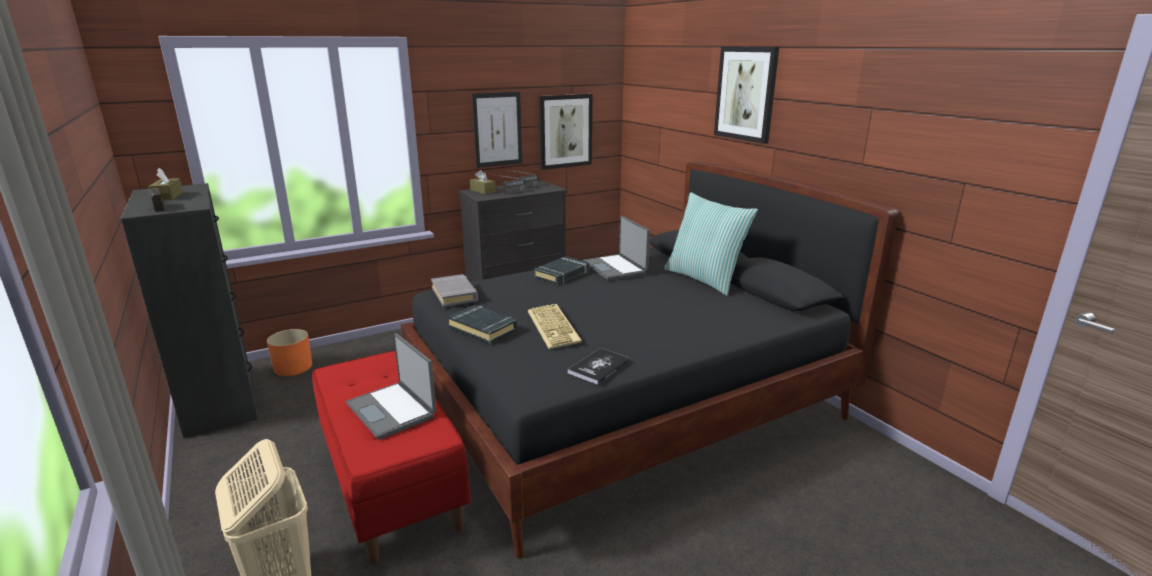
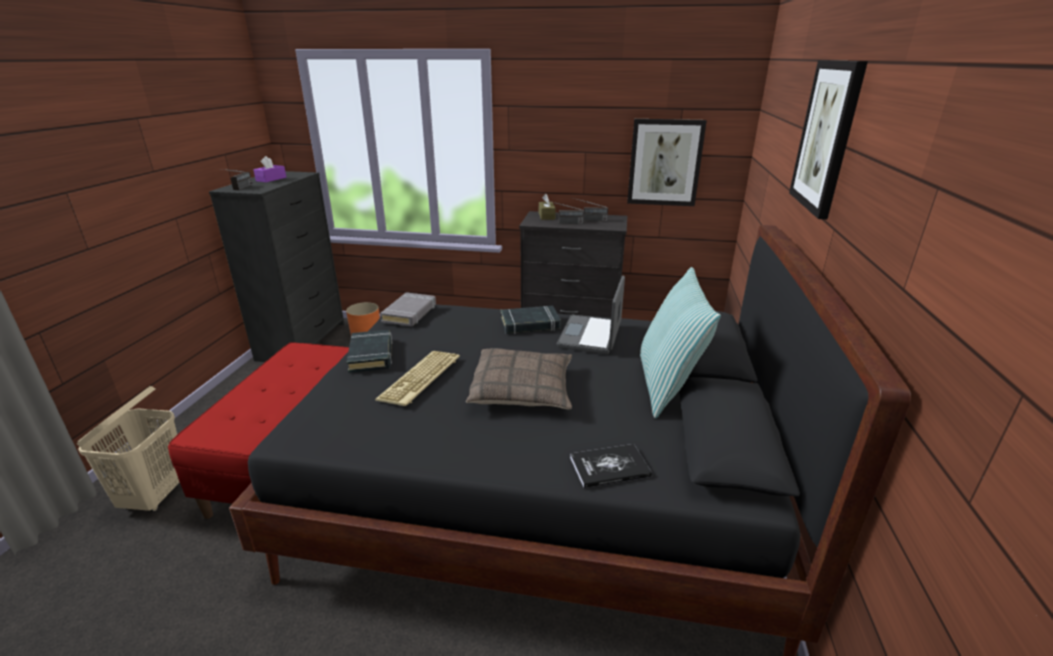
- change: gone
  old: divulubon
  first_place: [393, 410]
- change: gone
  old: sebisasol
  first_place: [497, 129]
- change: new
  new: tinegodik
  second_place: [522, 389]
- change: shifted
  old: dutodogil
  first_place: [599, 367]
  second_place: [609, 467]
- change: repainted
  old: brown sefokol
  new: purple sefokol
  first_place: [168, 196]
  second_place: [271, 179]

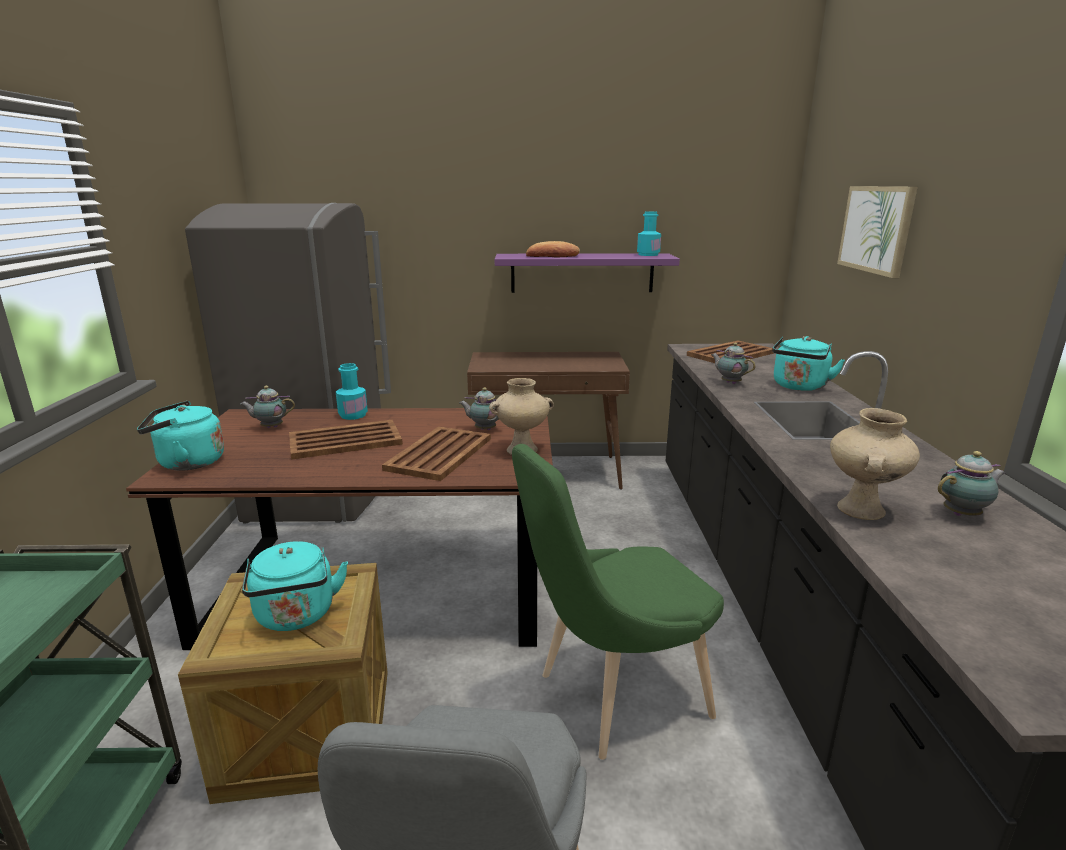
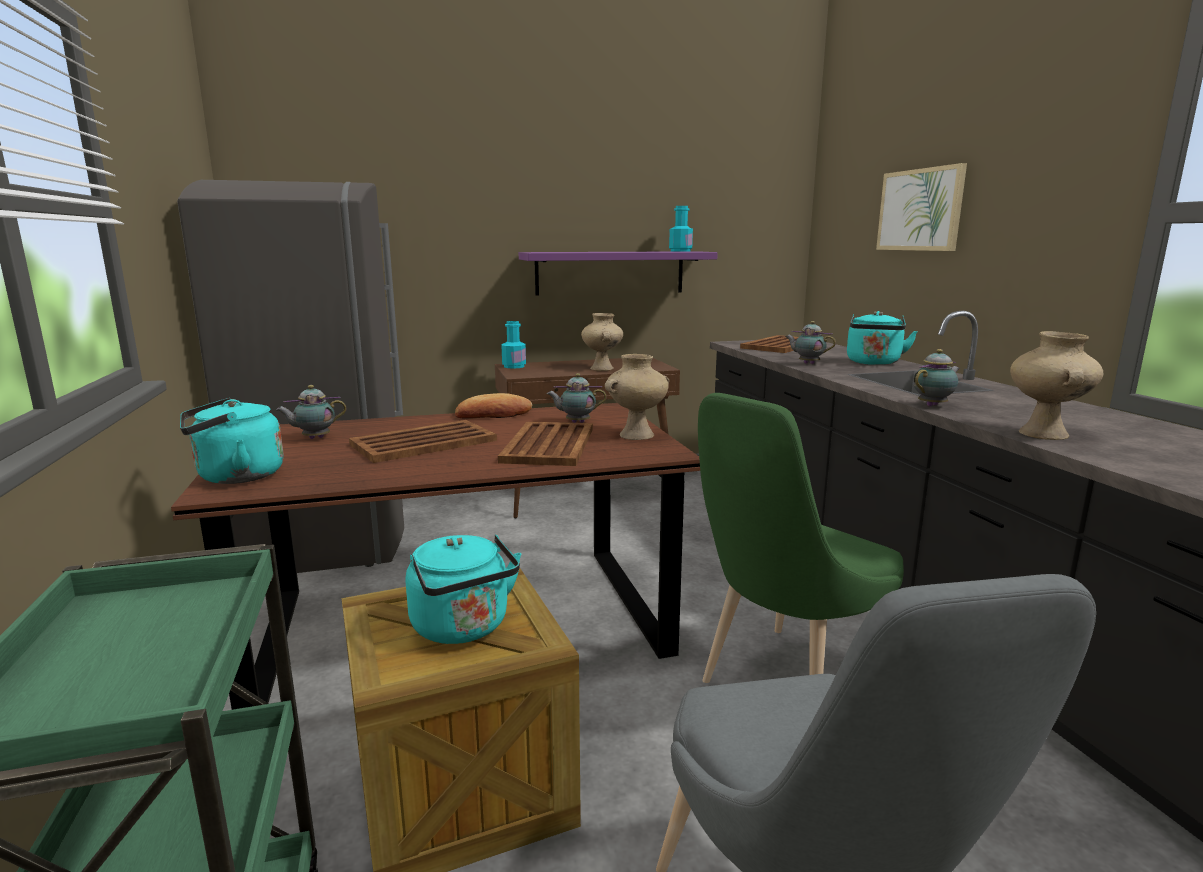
- change: new
  new: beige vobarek
  second_place: [602, 369]
- change: shifted
  old: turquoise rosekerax
  first_place: [353, 415]
  second_place: [514, 366]
- change: shifted
  old: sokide
  first_place: [552, 256]
  second_place: [493, 414]
- change: shifted
  old: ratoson
  first_place: [963, 514]
  second_place: [934, 405]

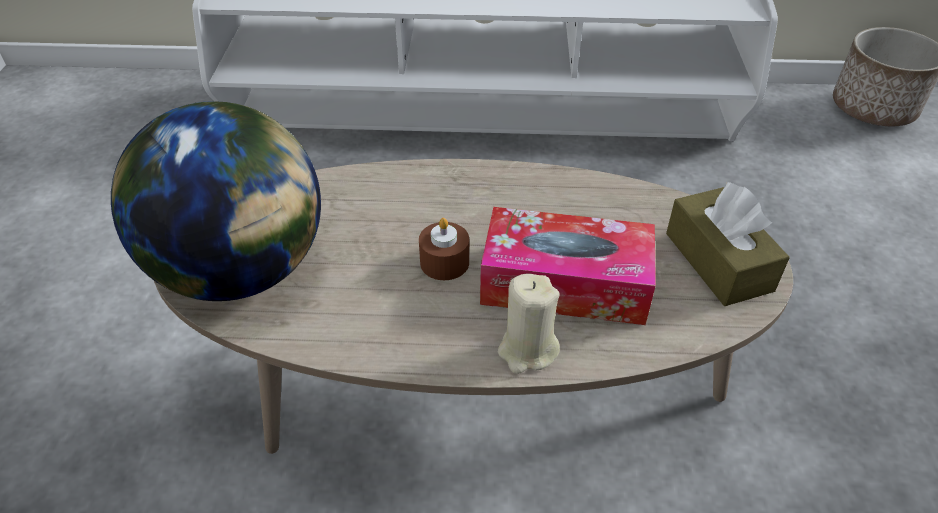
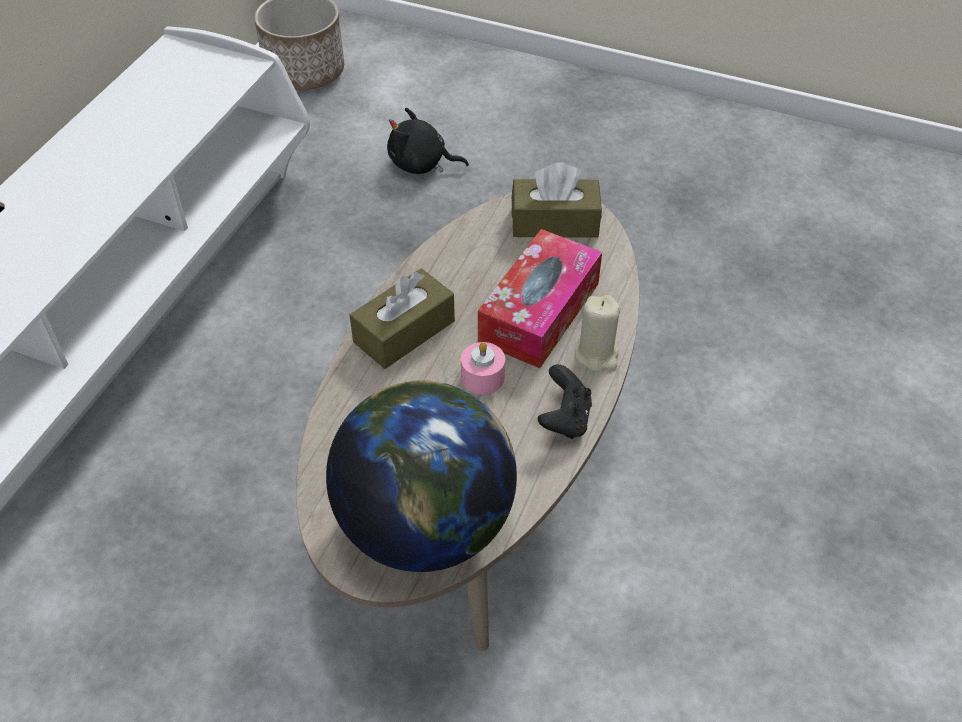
- change: new
  new: brown sefokol
  second_place: [404, 331]
- change: new
  new: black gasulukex
  second_place: [421, 164]
- change: new
  new: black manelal
  second_place: [565, 419]
- change: repainted
  old: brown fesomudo
  new: pink fesomudo
  first_place: [444, 262]
  second_place: [482, 377]

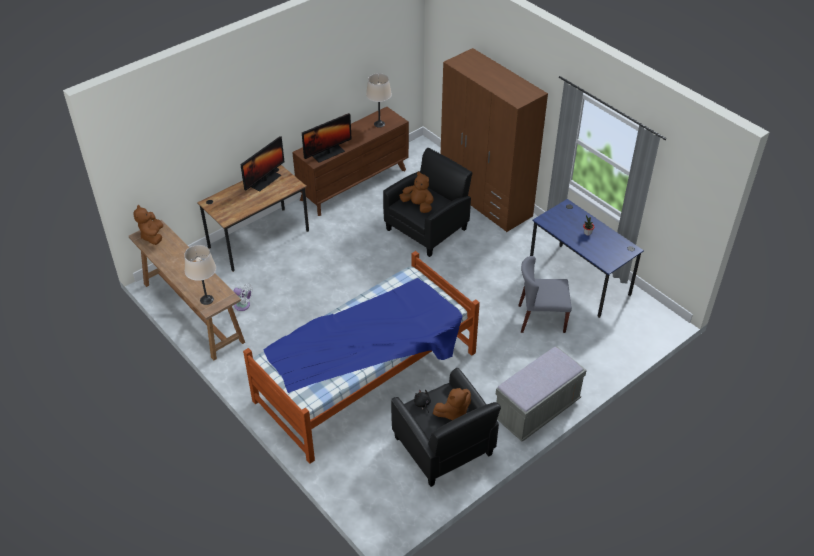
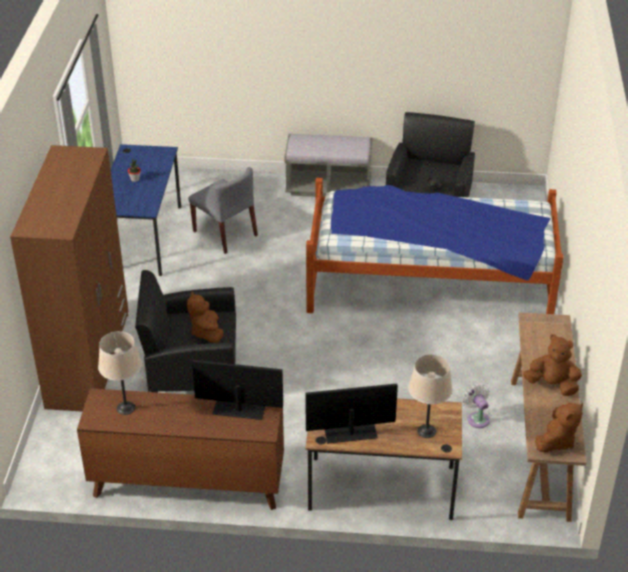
- change: shifted
  old: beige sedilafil
  first_place: [206, 300]
  second_place: [426, 431]
- change: shifted
  old: brown gasulukex
  first_place: [453, 412]
  second_place: [552, 385]

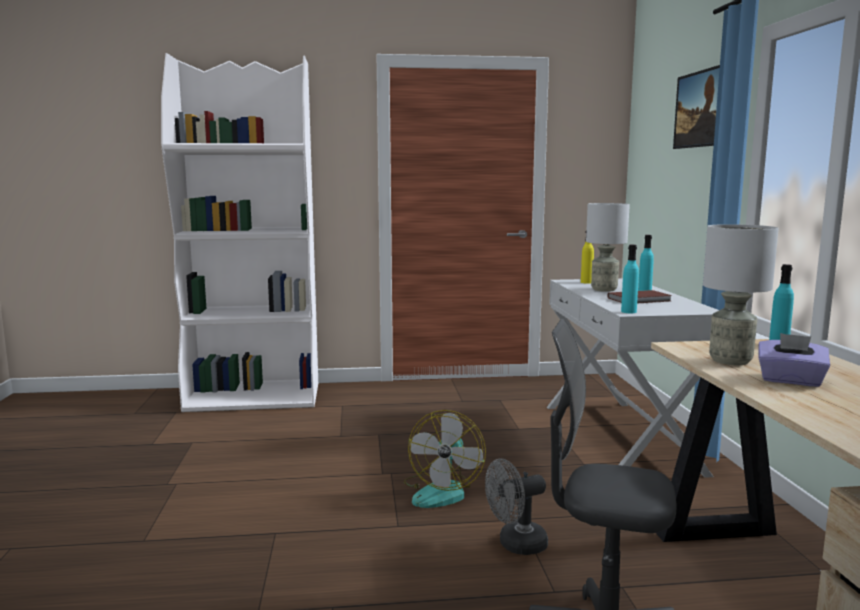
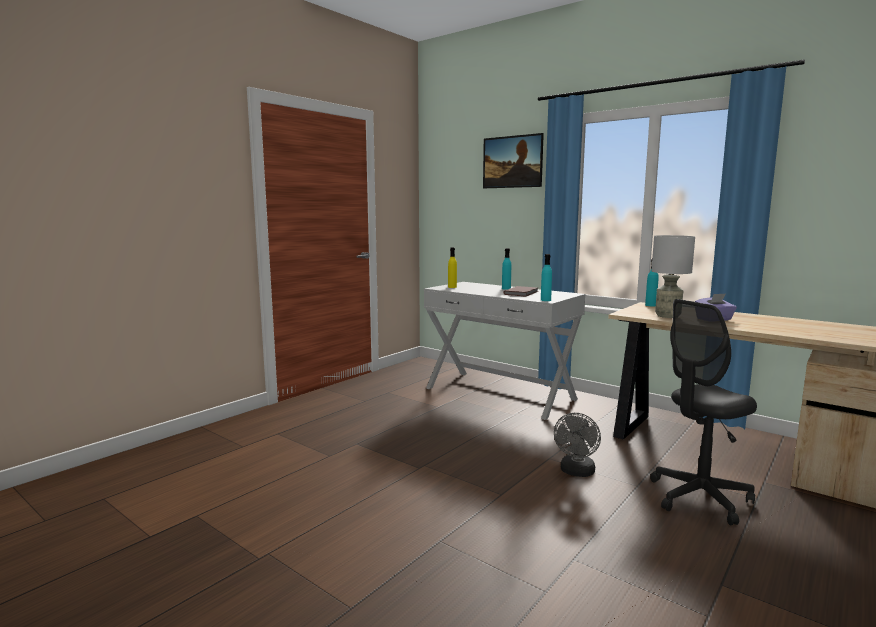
- change: gone
  old: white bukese
  first_place: [255, 397]
- change: gone
  old: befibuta
  first_place: [442, 491]
- change: gone
  old: grey sedilafil
  first_place: [604, 290]

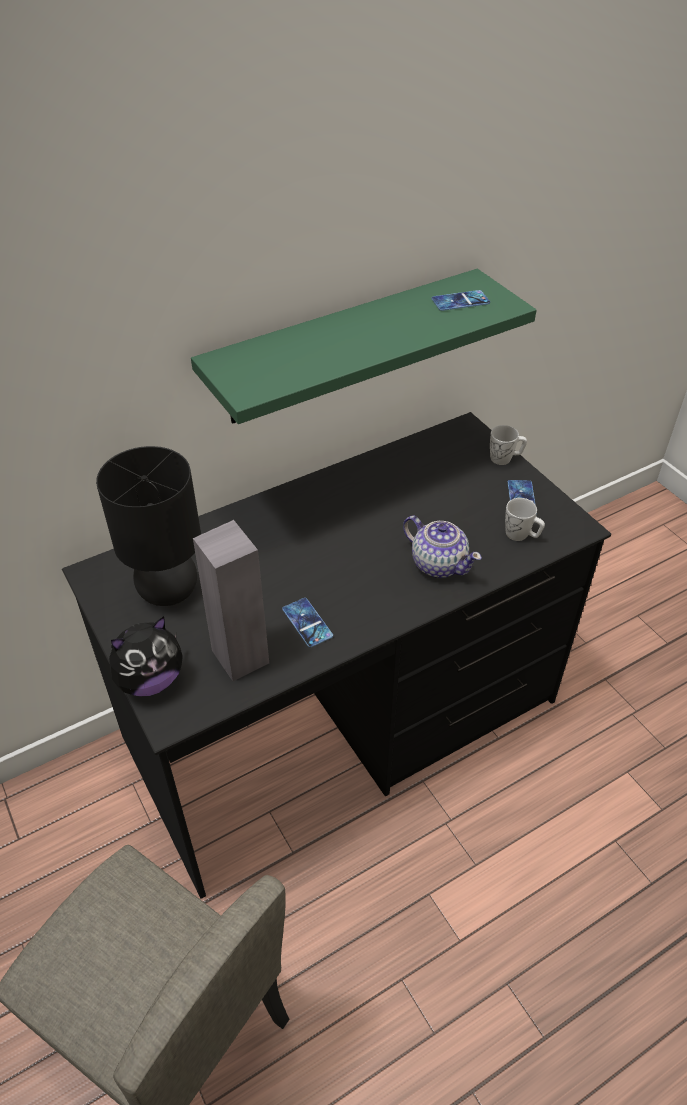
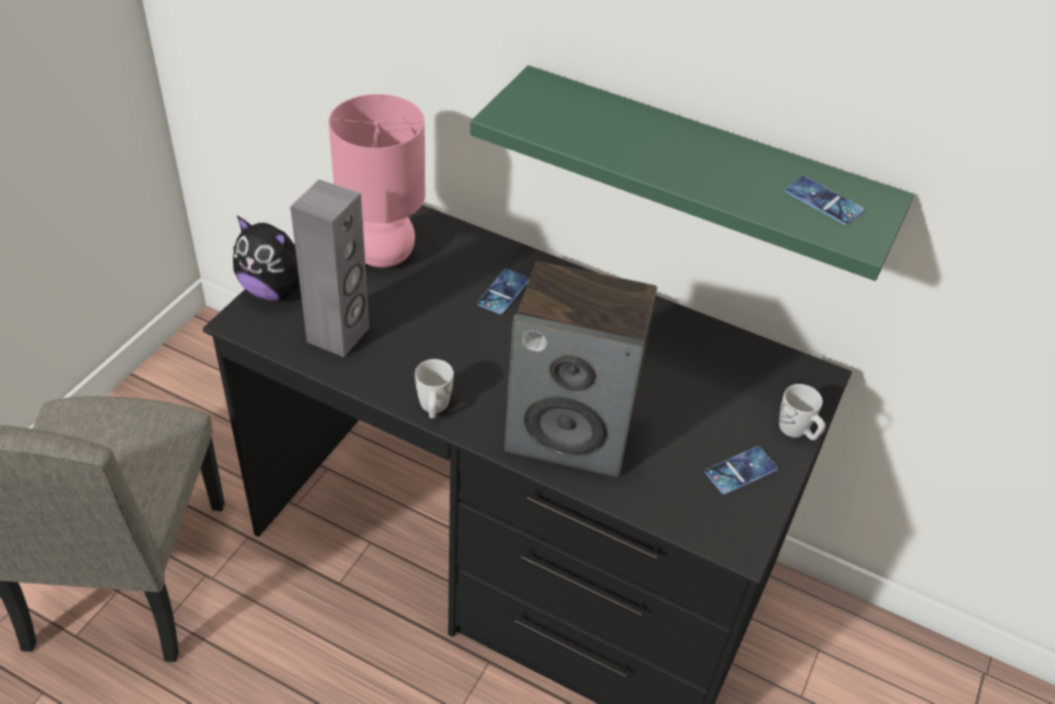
- change: shifted
  old: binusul
  first_place: [307, 622]
  second_place: [503, 292]
- change: shifted
  old: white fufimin
  first_place: [521, 535]
  second_place: [433, 408]
- change: swapped
  old: ratoson
  new: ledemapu
  first_place: [438, 563]
  second_place: [571, 433]
- change: repainted
  old: black sedilafil
  new: pink sedilafil
  first_place: [169, 590]
  second_place: [383, 255]

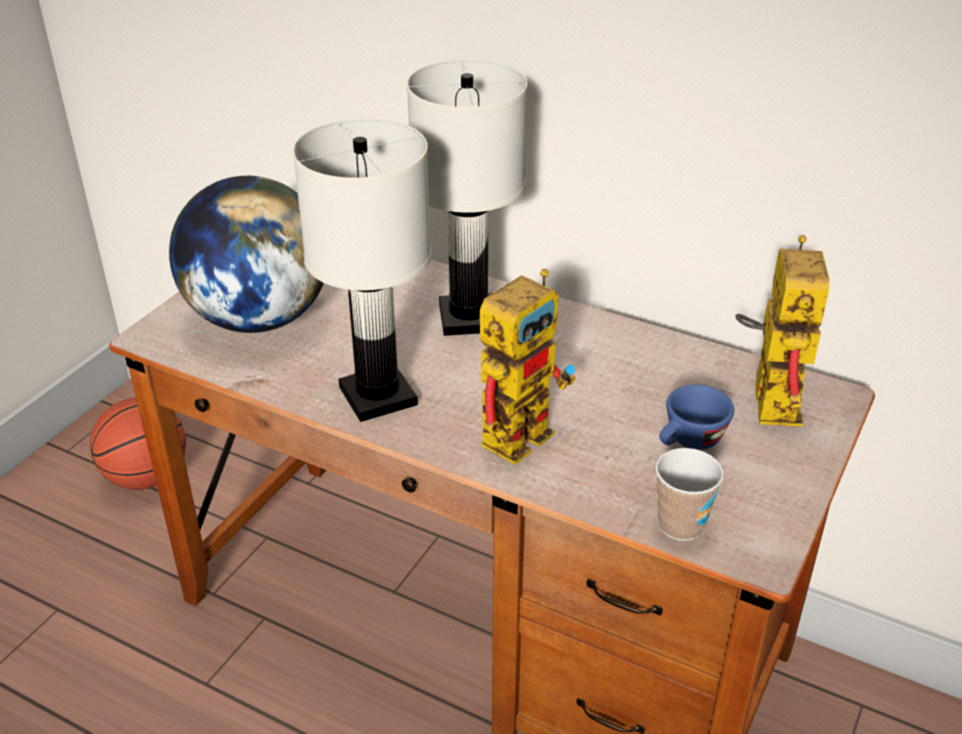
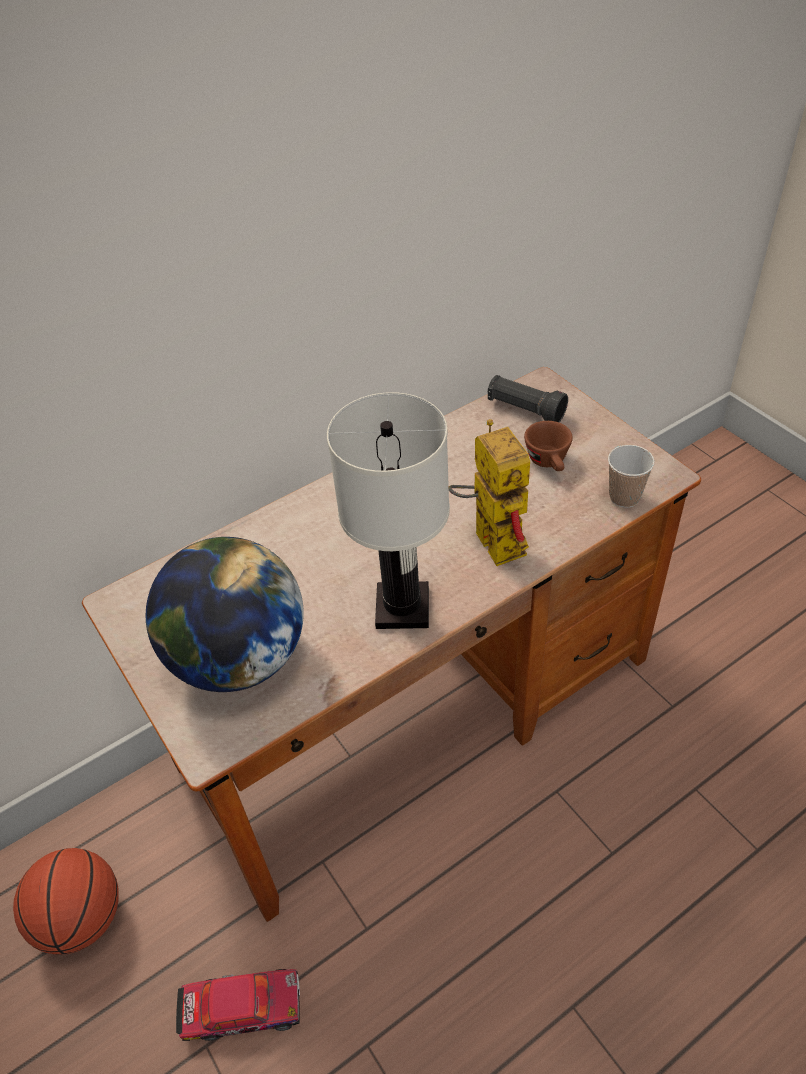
- change: gone
  old: white sedilafil
  first_place: [469, 317]
- change: new
  new: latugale
  second_place: [242, 1007]
- change: swapped
  old: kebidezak
  new: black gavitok
  first_place: [768, 396]
  second_place: [525, 410]
- change: repainted
  old: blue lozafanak
  new: brown lozafanak
  first_place: [689, 442]
  second_place: [549, 462]

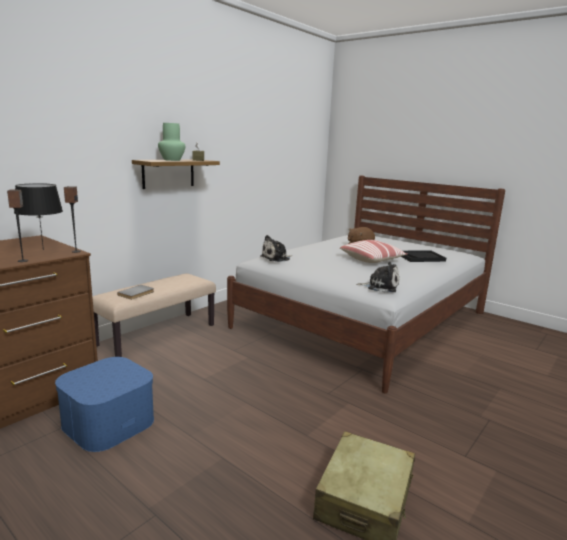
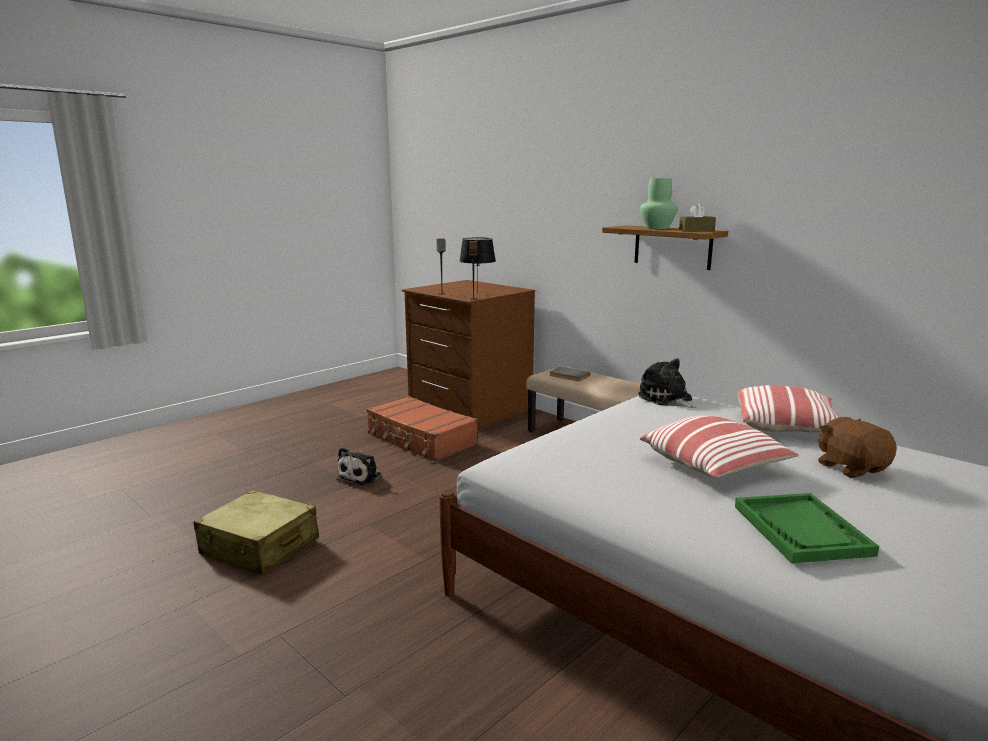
- change: new
  new: tinegodik
  second_place: [786, 426]
- change: shifted
  old: gasulukex
  first_place: [380, 287]
  second_place: [361, 476]
- change: swapped
  old: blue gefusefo
  new: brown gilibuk
  first_place: [108, 422]
  second_place: [421, 439]
- change: repainted
  old: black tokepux
  new: green tokepux
  first_place: [420, 257]
  second_place: [801, 530]

